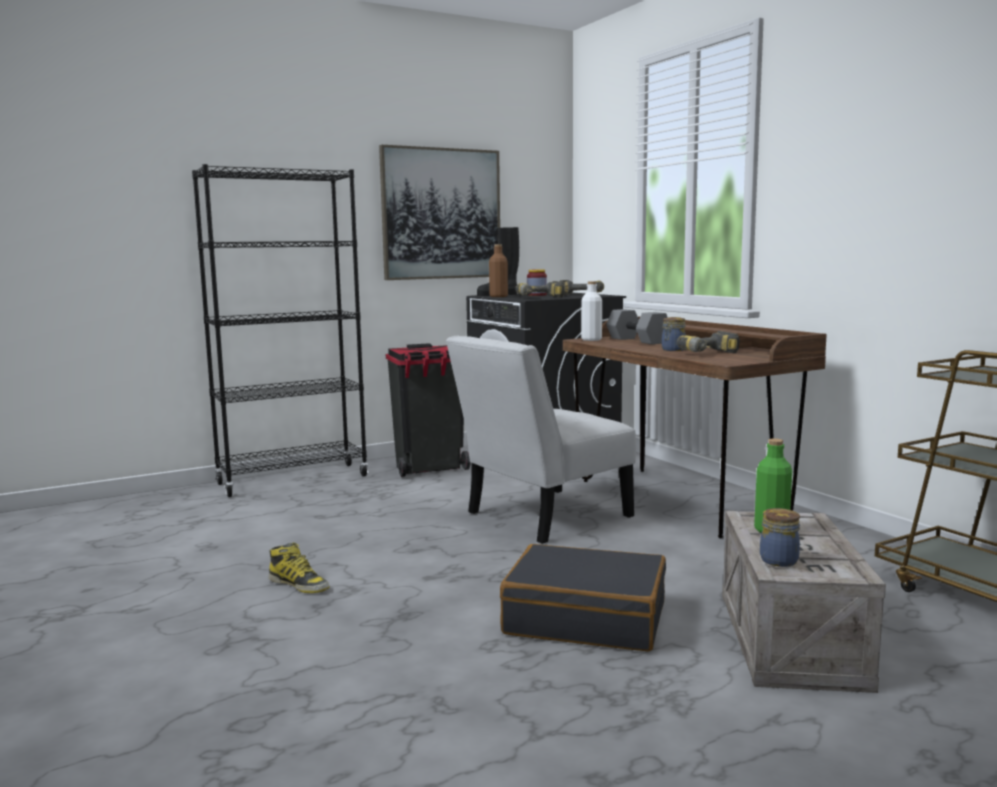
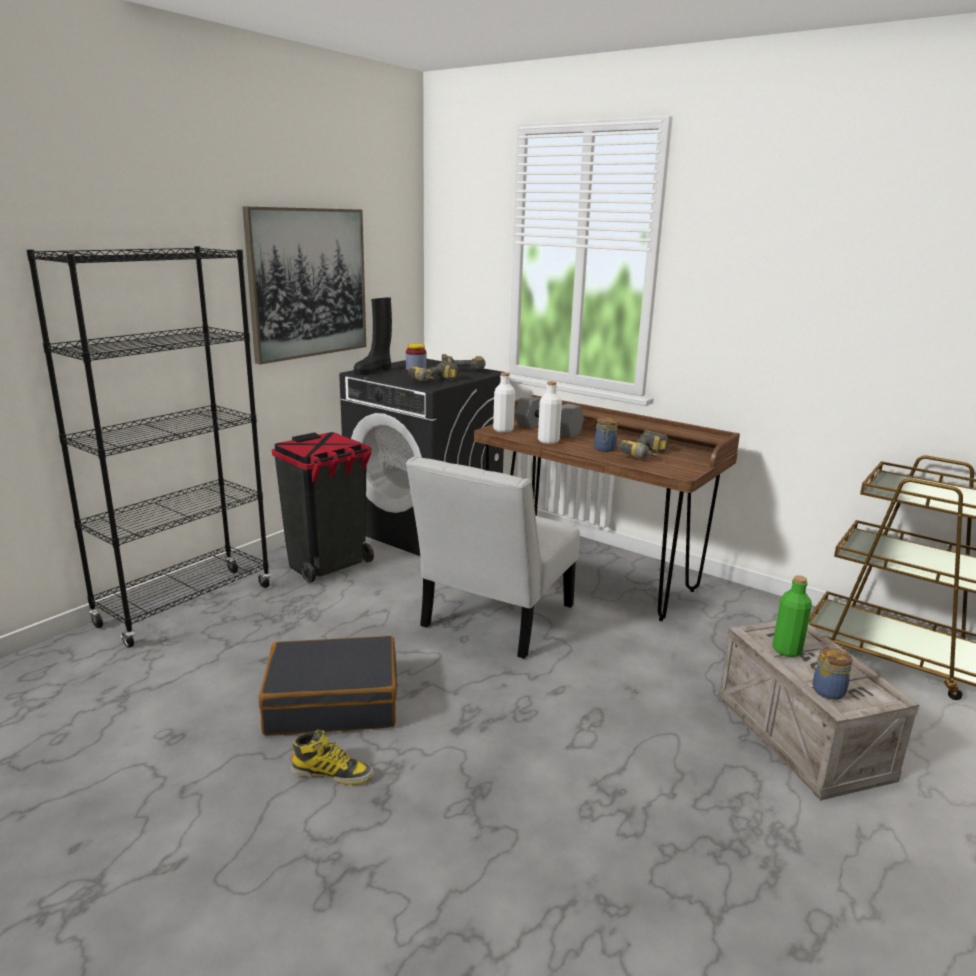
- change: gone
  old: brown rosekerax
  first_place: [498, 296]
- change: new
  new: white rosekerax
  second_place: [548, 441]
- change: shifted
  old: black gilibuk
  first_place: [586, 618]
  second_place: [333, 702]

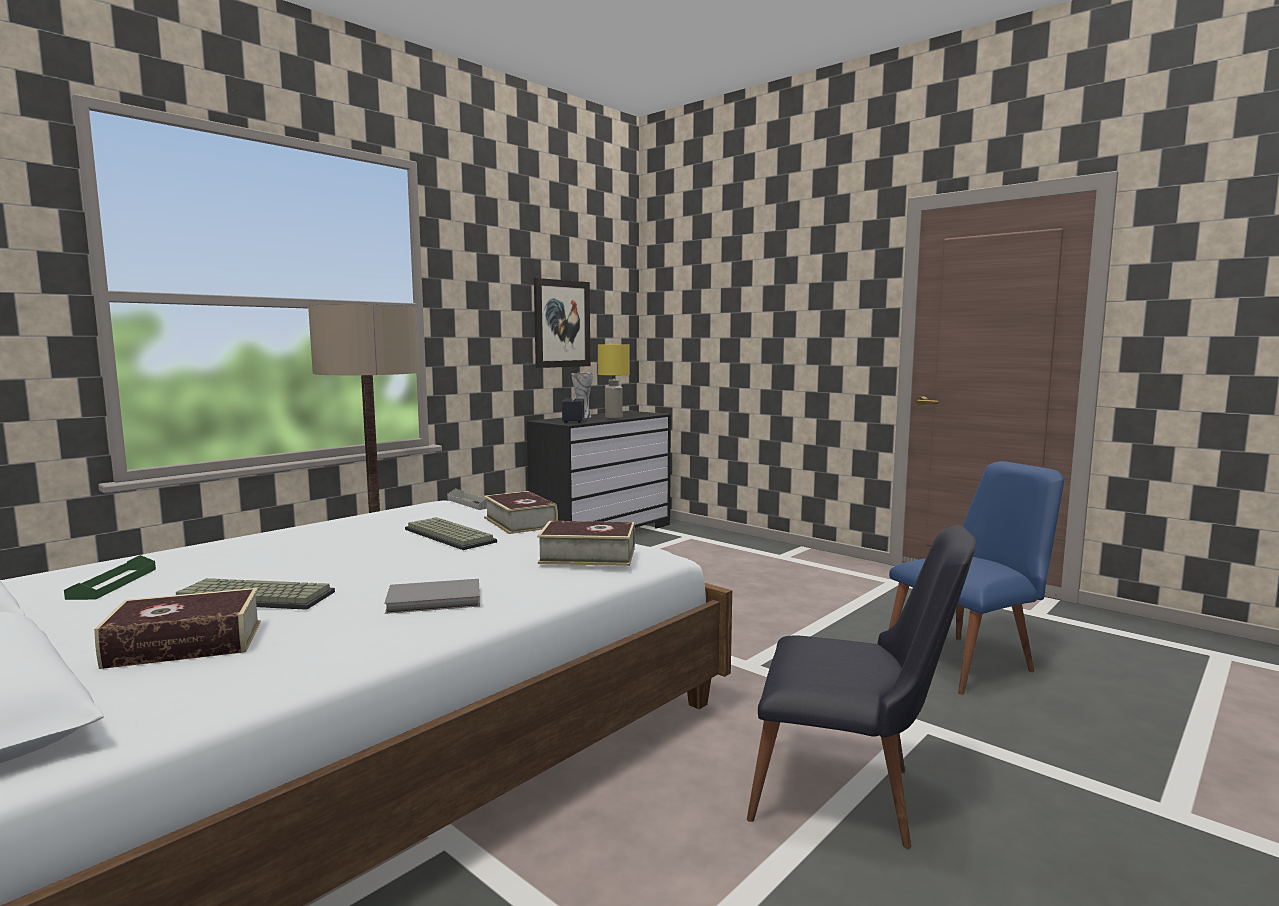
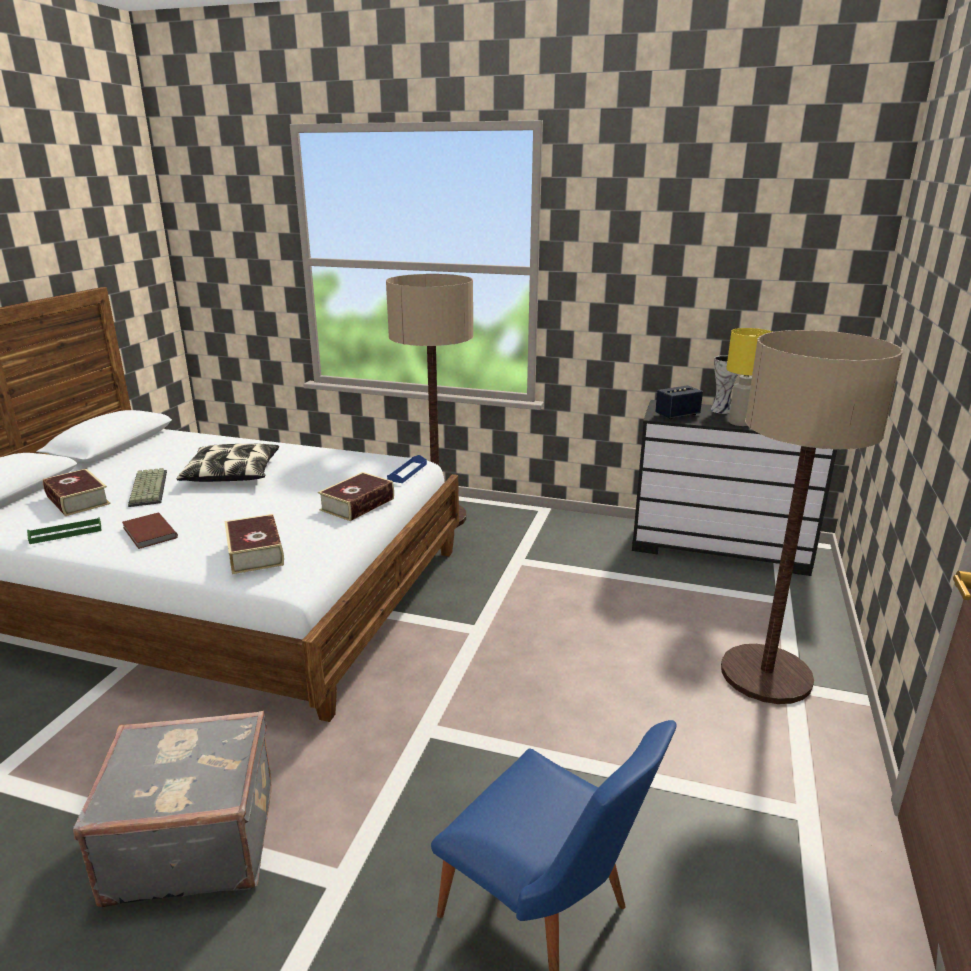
- change: gone
  old: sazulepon
  first_place: [447, 536]
- change: gone
  old: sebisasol
  first_place: [561, 324]
- change: new
  new: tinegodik
  second_place: [232, 474]
- change: new
  new: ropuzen
  second_place: [766, 675]
- change: shifted
  old: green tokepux
  first_place: [113, 583]
  second_place: [66, 533]
- change: swapped
  old: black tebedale
  new: grey gilibuk
  first_place: [850, 798]
  second_place: [193, 840]
- change: repainted
  old: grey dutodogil
  new: brown dutodogil
  first_place: [435, 600]
  second_place: [148, 533]
- change: repainted
  old: grey tokepux
  new: blue tokepux
  first_place: [471, 503]
  second_place: [407, 472]

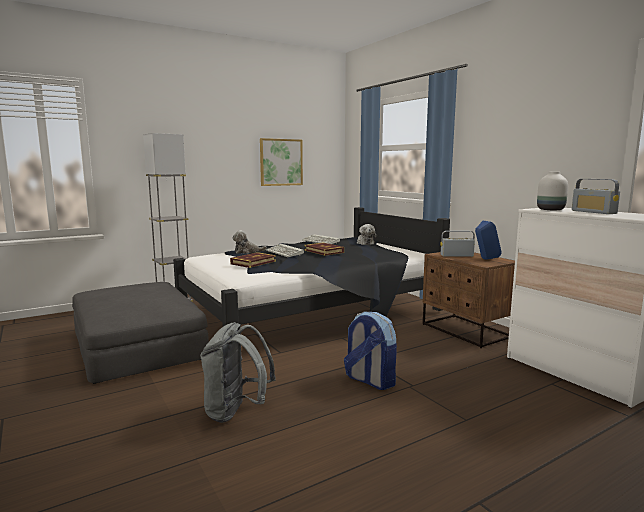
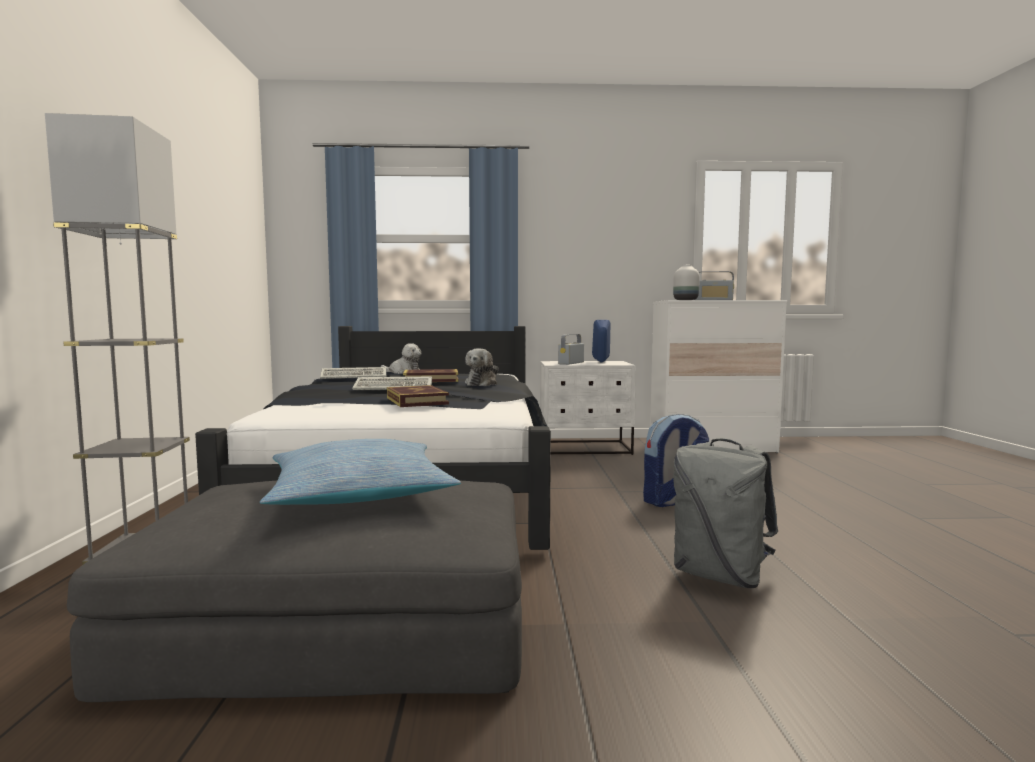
- change: gone
  old: sebisasol
  first_place: [281, 162]
- change: new
  new: tinegodik
  second_place: [358, 493]
- change: shifted
  old: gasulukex
  first_place: [247, 252]
  second_place: [482, 383]
- change: repainted
  old: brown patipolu
  new: white patipolu
  first_place: [466, 331]
  second_place: [585, 449]

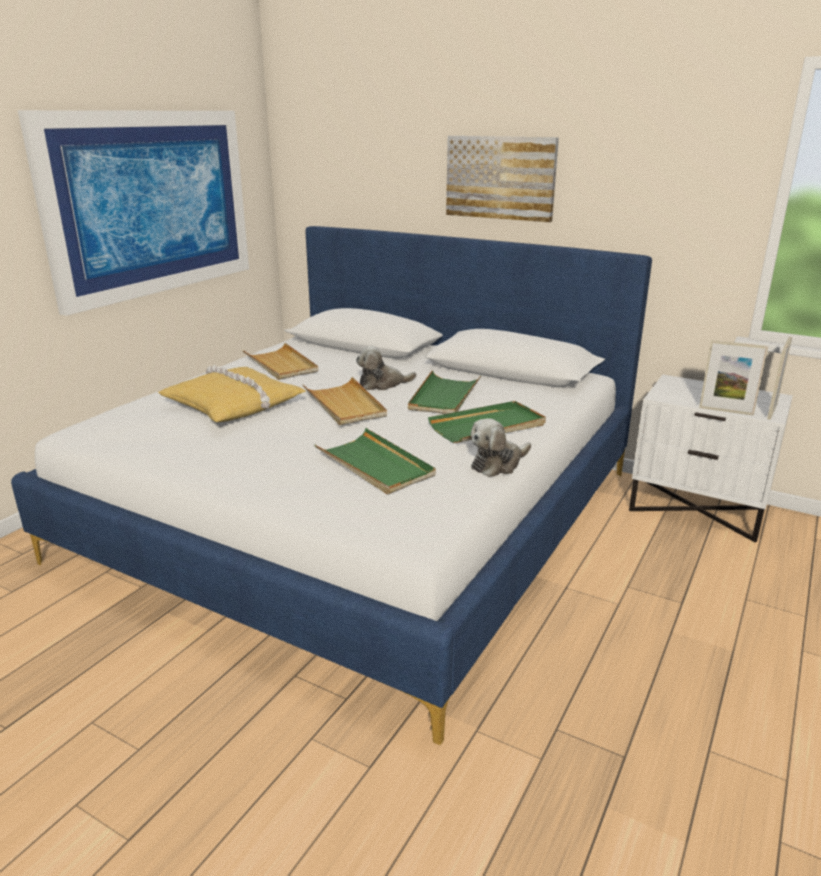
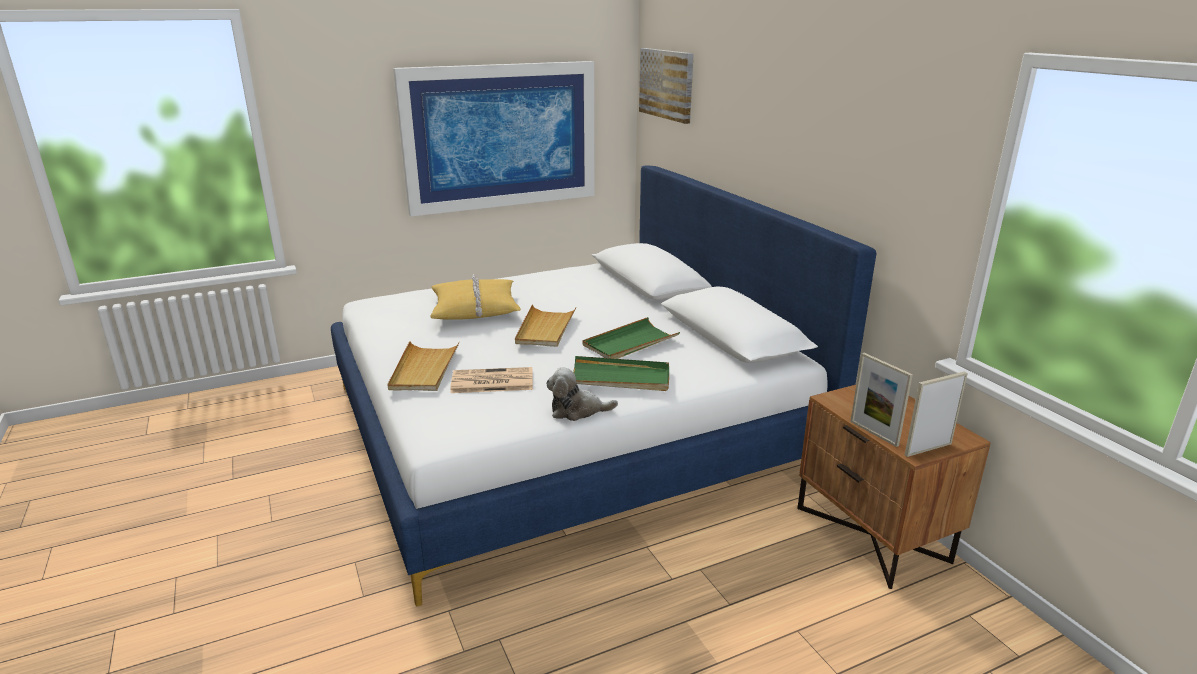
- change: gone
  old: gasulukex
  first_place: [382, 384]
- change: shifted
  old: beige tokepux
  first_place: [281, 365]
  second_place: [424, 369]
- change: shifted
  old: sebisasol
  first_place: [500, 177]
  second_place: [667, 84]
- change: swapped
  old: green tokepux
  new: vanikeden
  first_place: [375, 465]
  second_place: [491, 382]
- change: repainted
  old: white patipolu
  new: brown patipolu
  first_place: [698, 509]
  second_place: [873, 534]

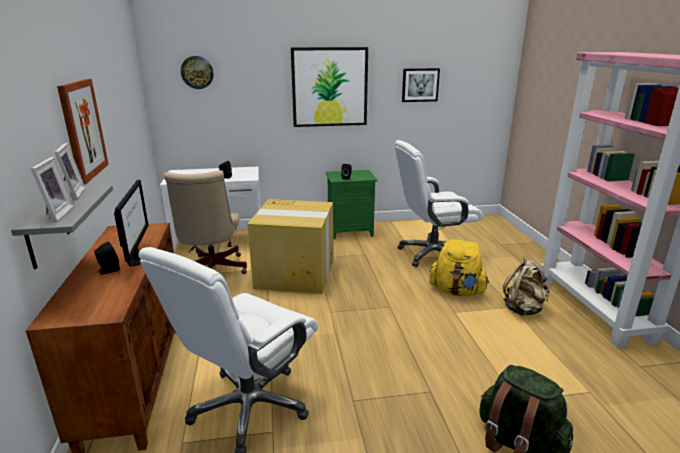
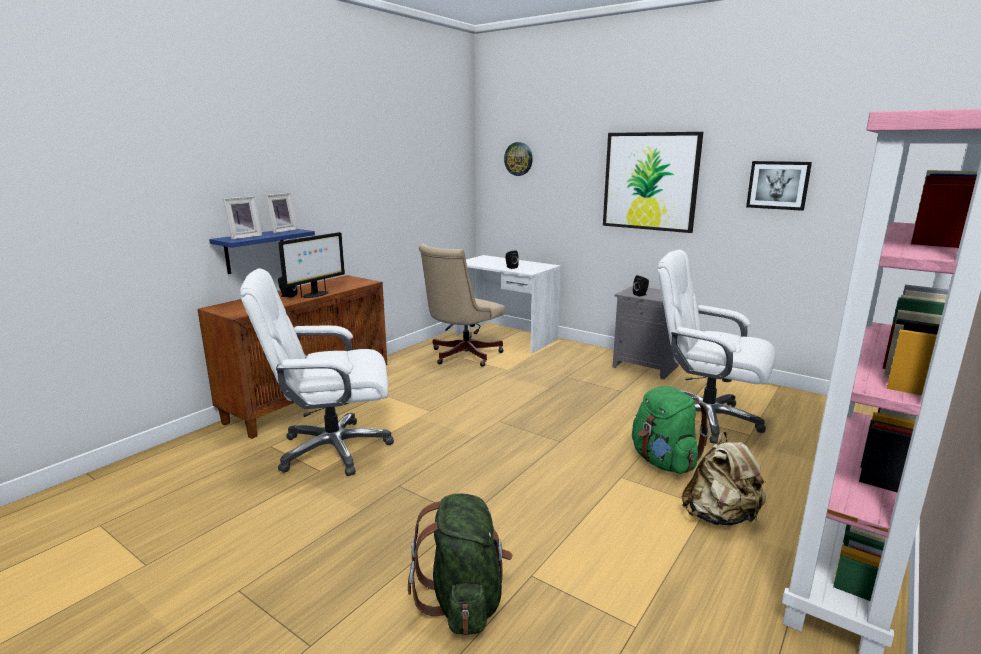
- change: gone
  old: sebisasol
  first_place: [82, 129]
- change: gone
  old: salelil
  first_place: [296, 274]
- change: repainted
  old: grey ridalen
  new: blue ridalen
  first_place: [47, 228]
  second_place: [255, 251]
- change: repainted
  old: green patipolu
  new: grey patipolu
  first_place: [350, 231]
  second_place: [646, 366]
- change: repainted
  old: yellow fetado
  new: green fetado
  first_place: [456, 291]
  second_place: [663, 462]

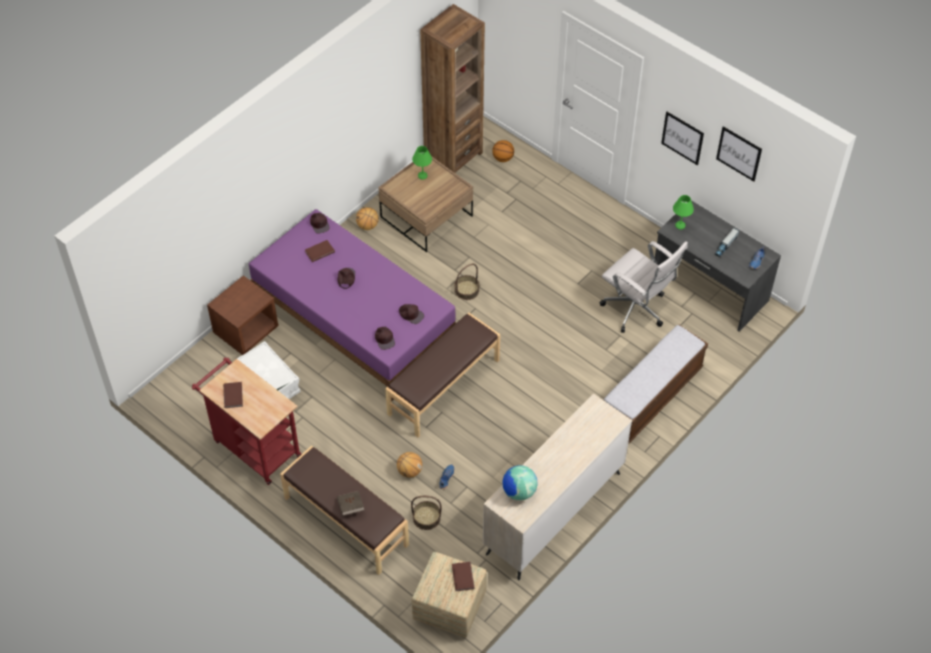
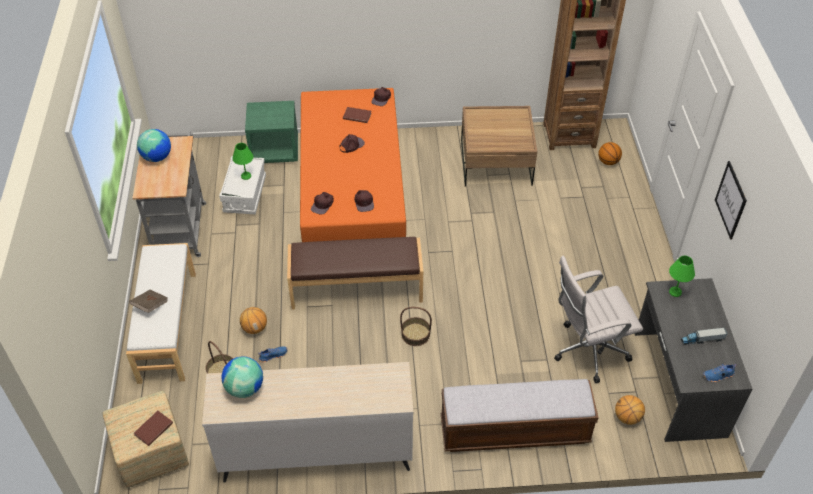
- change: gone
  old: sebisasol
  first_place: [739, 153]
- change: shifted
  old: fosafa
  first_place: [367, 226]
  second_place: [627, 417]
- change: shifted
  old: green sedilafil
  first_place: [422, 175]
  second_place: [246, 176]
- change: shifted
  old: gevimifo
  first_place: [466, 290]
  second_place: [415, 334]
- change: swapped
  old: brown dutodogil
  new: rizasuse
  first_place: [234, 395]
  second_place: [157, 157]
- change: repainted
  old: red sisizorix
  new: grey sisizorix
  first_place: [253, 446]
  second_place: [180, 226]
- change: repainted
  old: brown patipolu
  new: green patipolu
  first_place: [246, 330]
  second_place: [275, 150]
- change: repainted
  old: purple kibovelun
  new: orange kibovelun
  first_place: [354, 320]
  second_place: [353, 195]
- change: repainted
  old: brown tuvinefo
  new: white tuvinefo
  first_place: [345, 522]
  second_place: [167, 326]
- change: rotated
  old: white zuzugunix
  first_place: [637, 310]
  second_place: [587, 351]
  degrees: 75

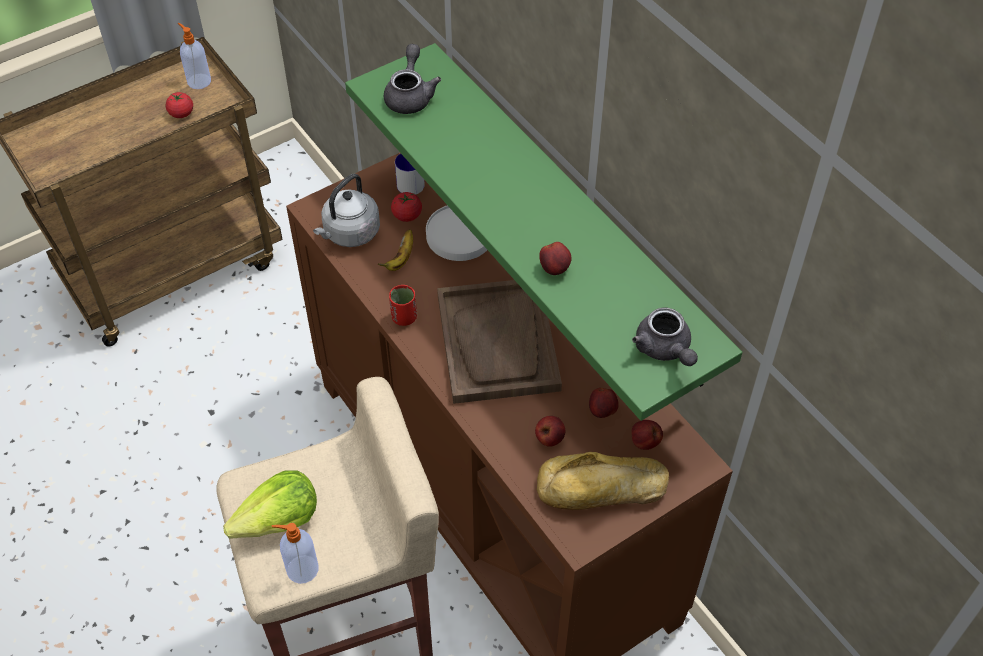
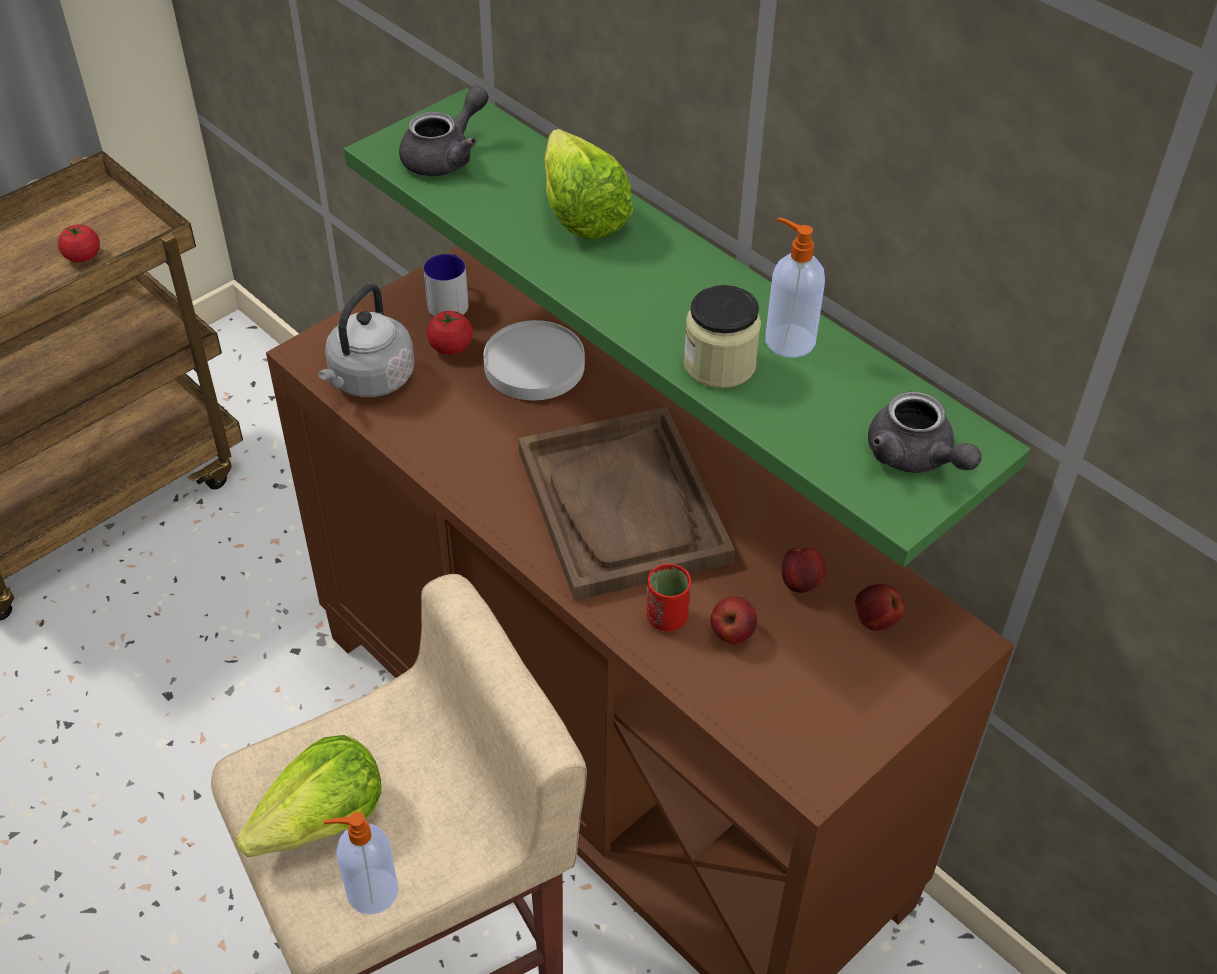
- change: gone
  old: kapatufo
  first_place: [401, 259]
- change: gone
  old: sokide
  first_place: [602, 490]
- change: new
  new: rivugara
  second_place: [580, 207]
- change: shifted
  old: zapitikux
  first_place: [198, 81]
  second_place: [788, 340]
- change: shifted
  old: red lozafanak
  first_place: [404, 317]
  second_place: [667, 618]
- change: swapped
  old: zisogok
  new: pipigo
  first_place: [555, 269]
  second_place: [719, 364]
- change: rotated
  old: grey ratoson
  first_place: [410, 95]
  second_place: [446, 156]
  degrees: 45

